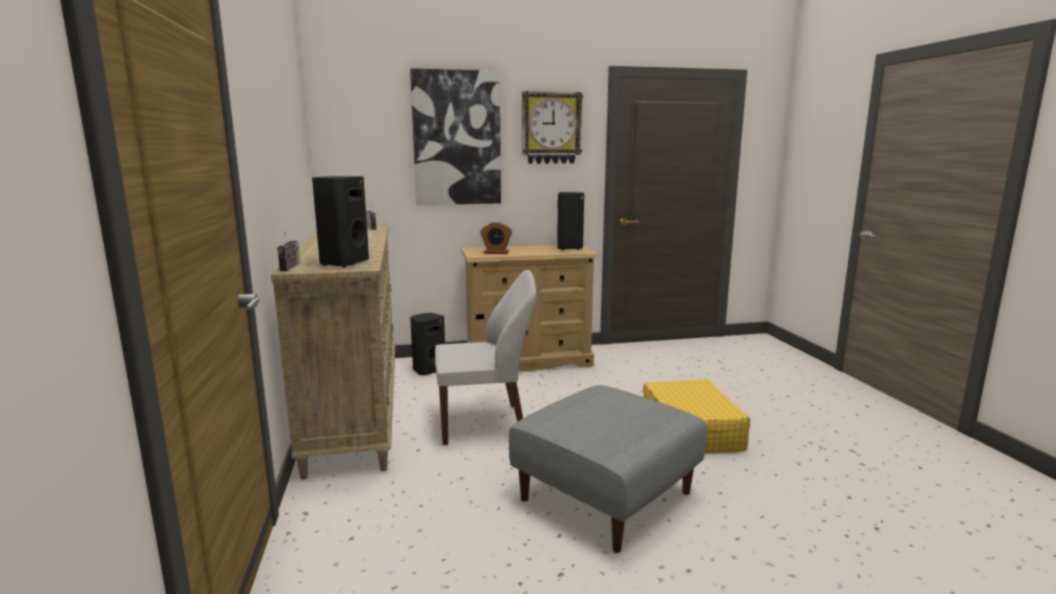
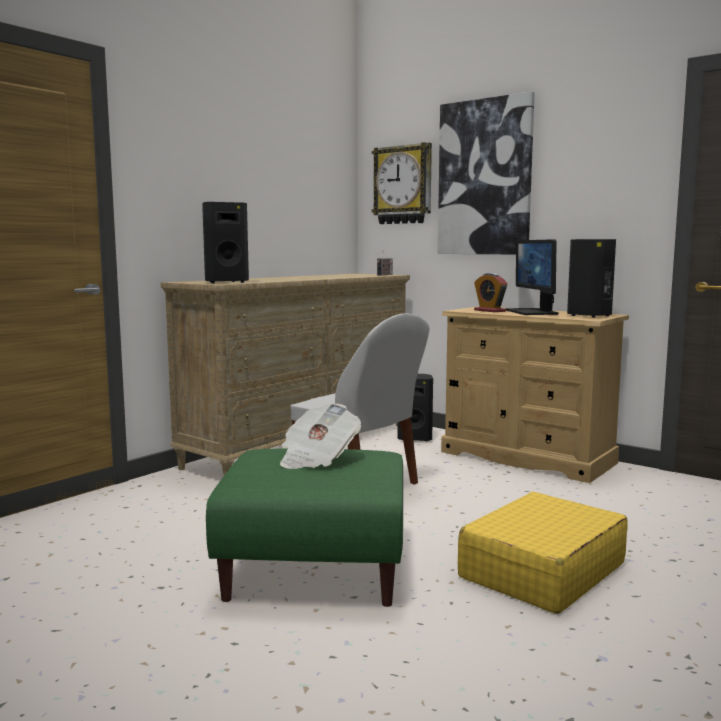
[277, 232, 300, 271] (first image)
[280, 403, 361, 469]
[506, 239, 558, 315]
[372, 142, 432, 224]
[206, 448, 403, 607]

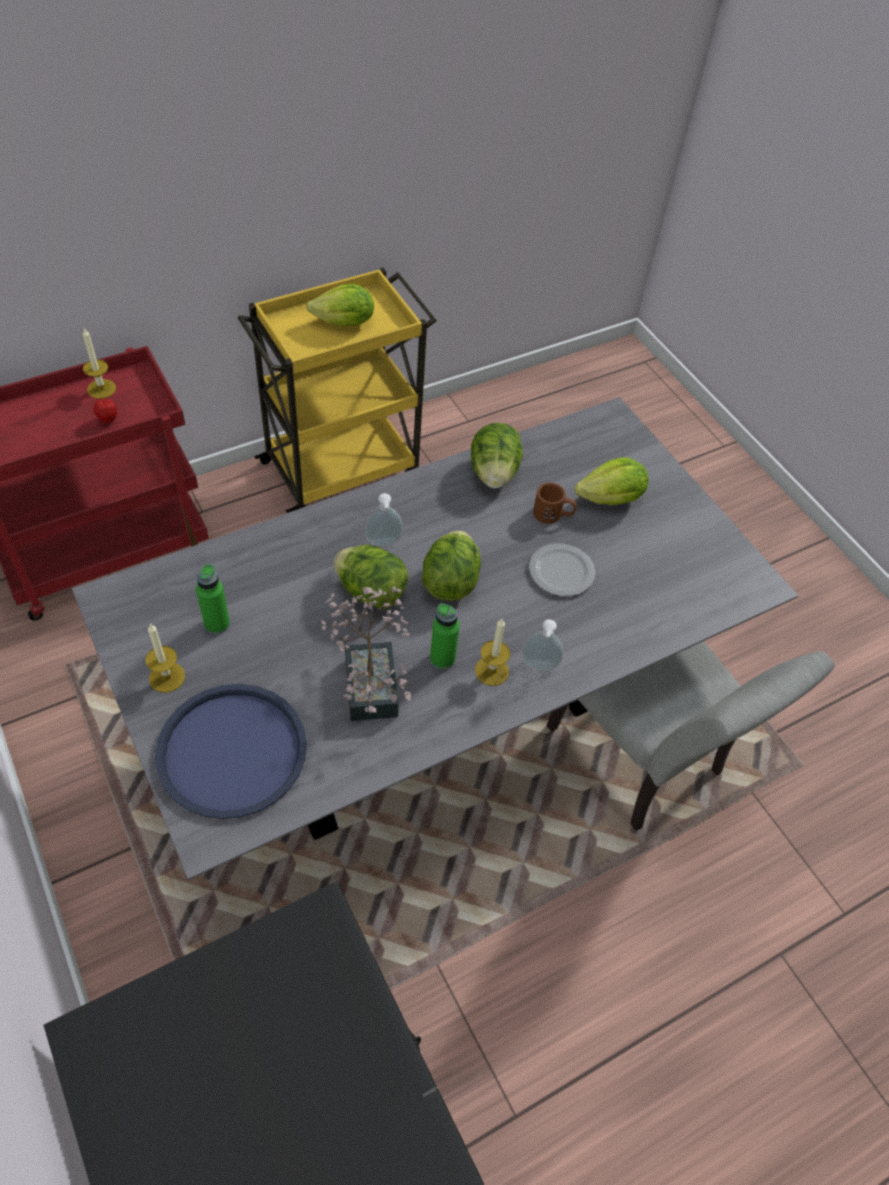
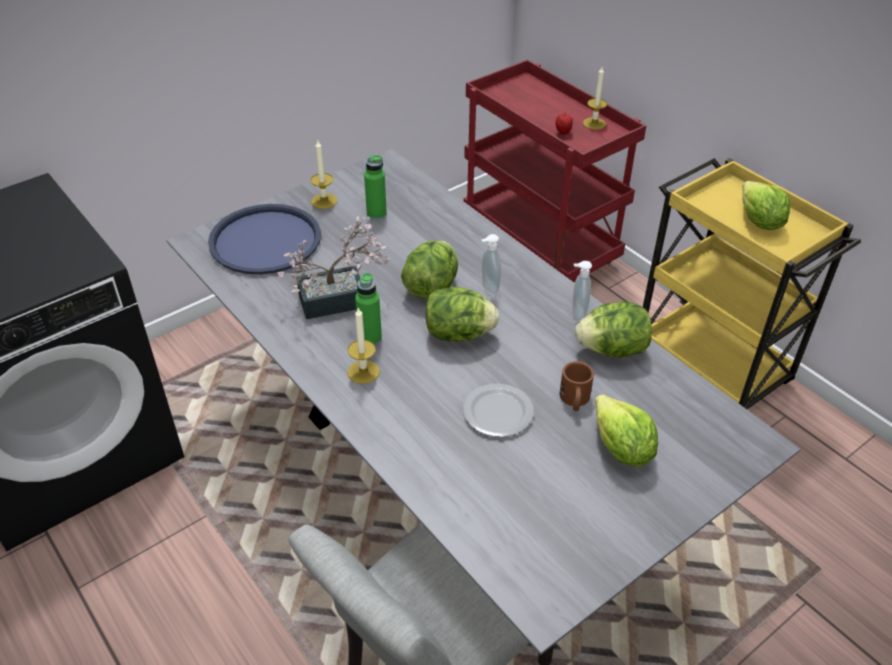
[573, 261, 592, 321]

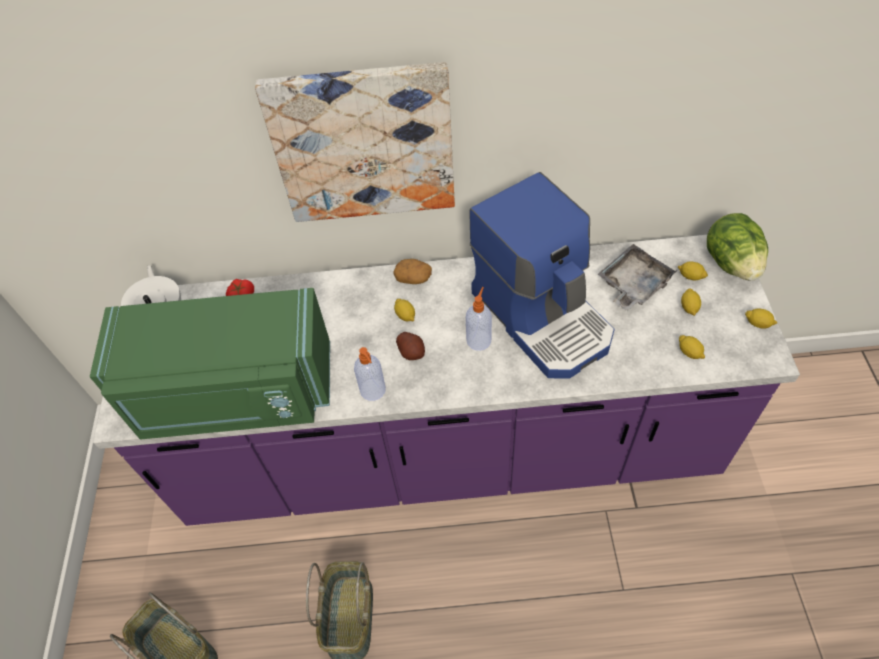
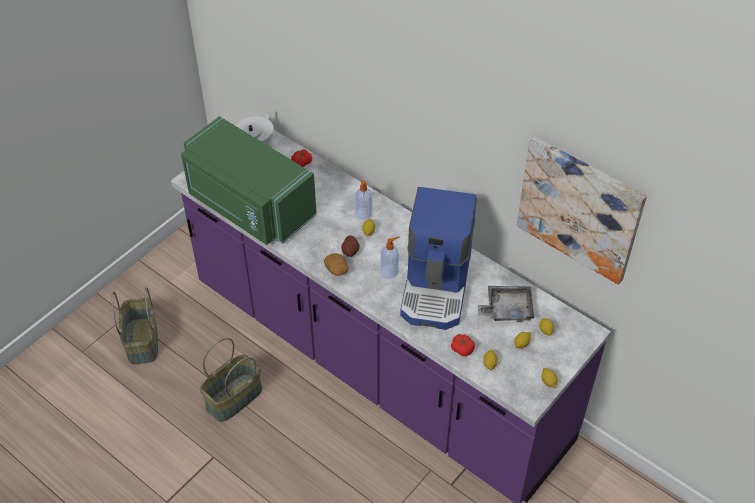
[707, 213, 768, 280] (first image)
[451, 334, 475, 356]
[517, 136, 647, 285]
[355, 180, 372, 220]
[324, 253, 349, 276]

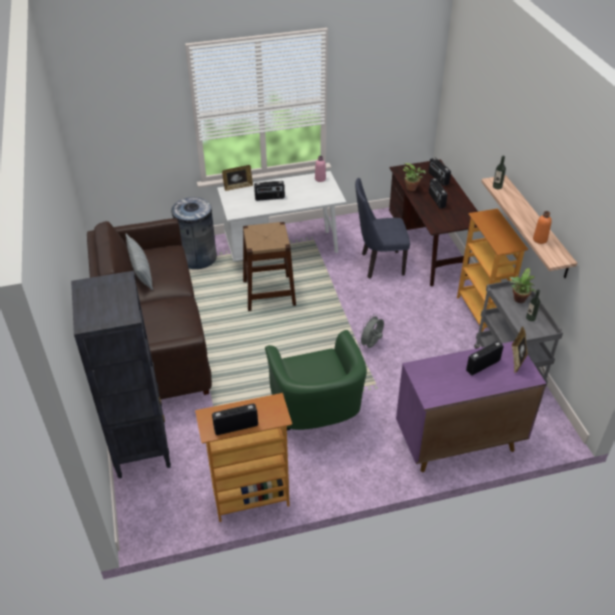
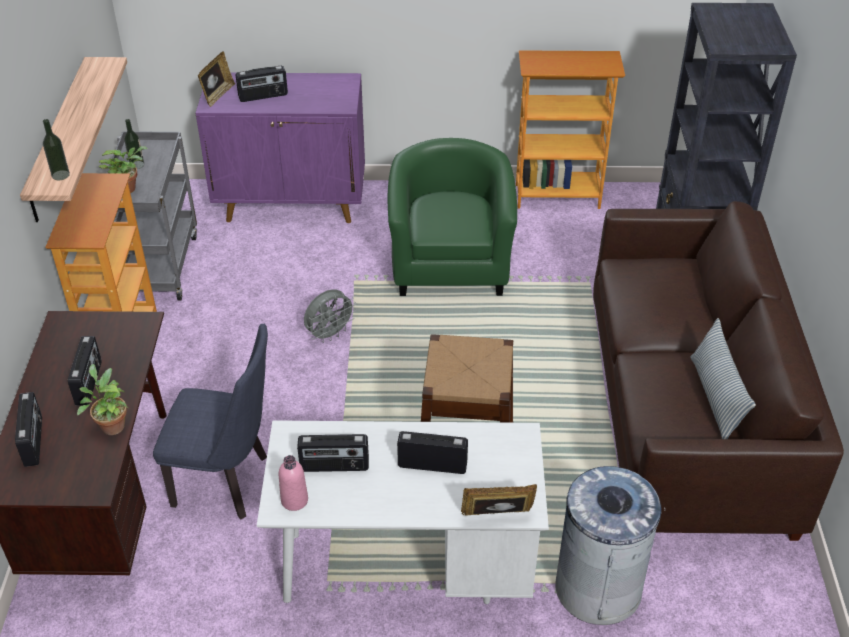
[533, 211, 552, 244] (first image)
[297, 434, 369, 472]

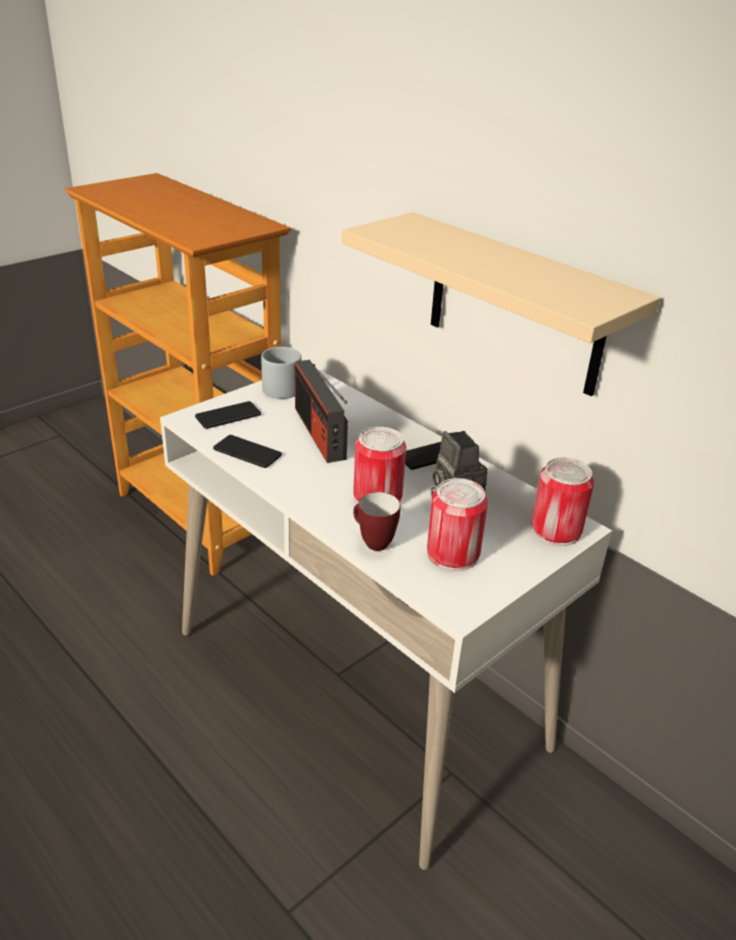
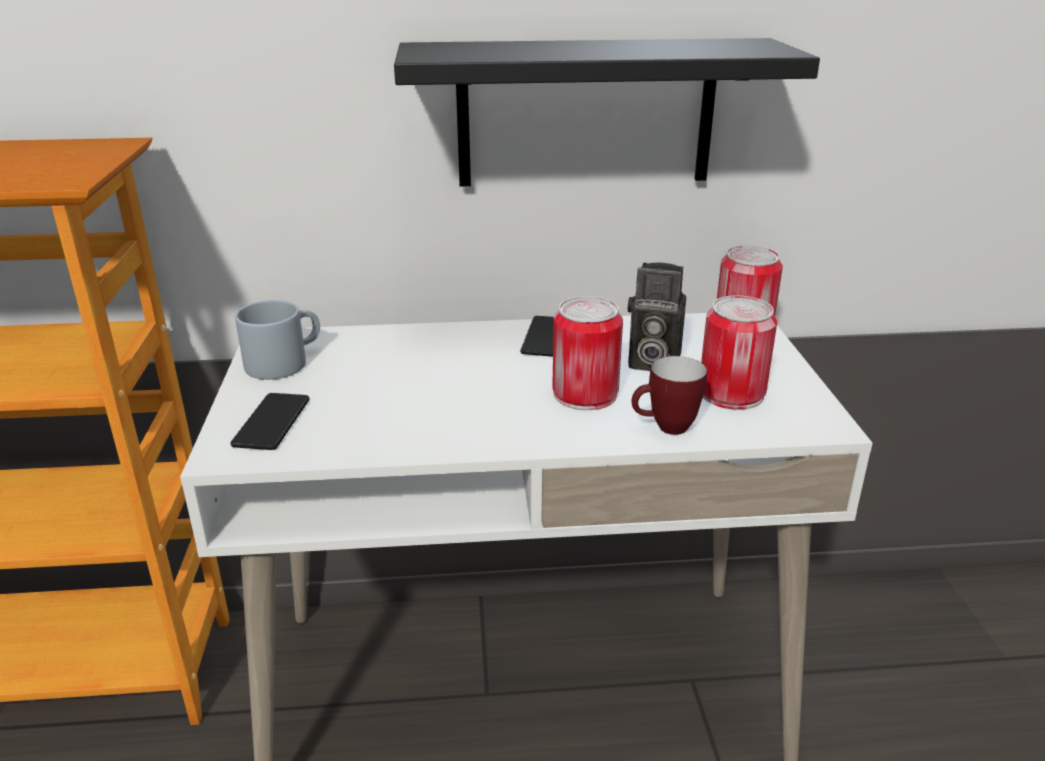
[213, 435, 282, 468] (first image)
[295, 360, 348, 463] (first image)
[394, 38, 820, 187]

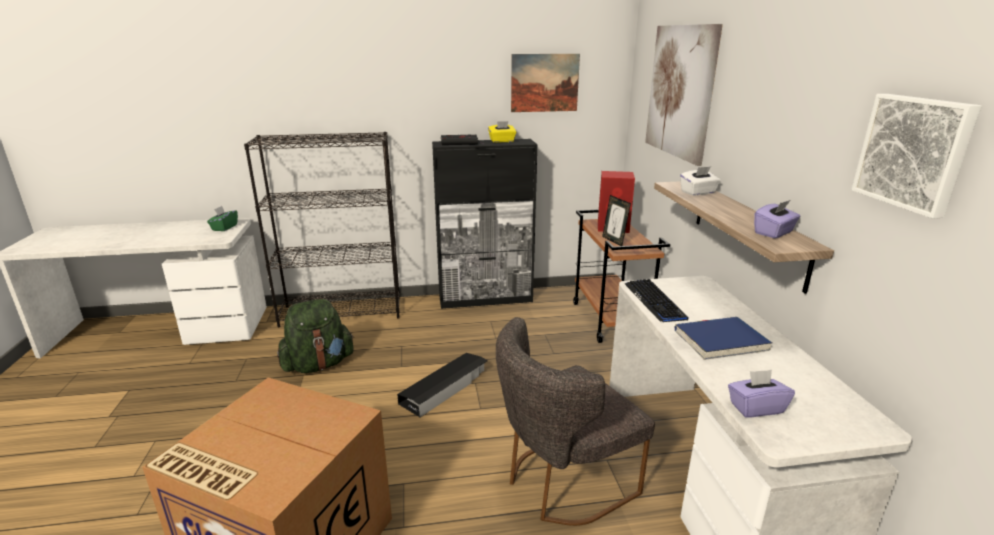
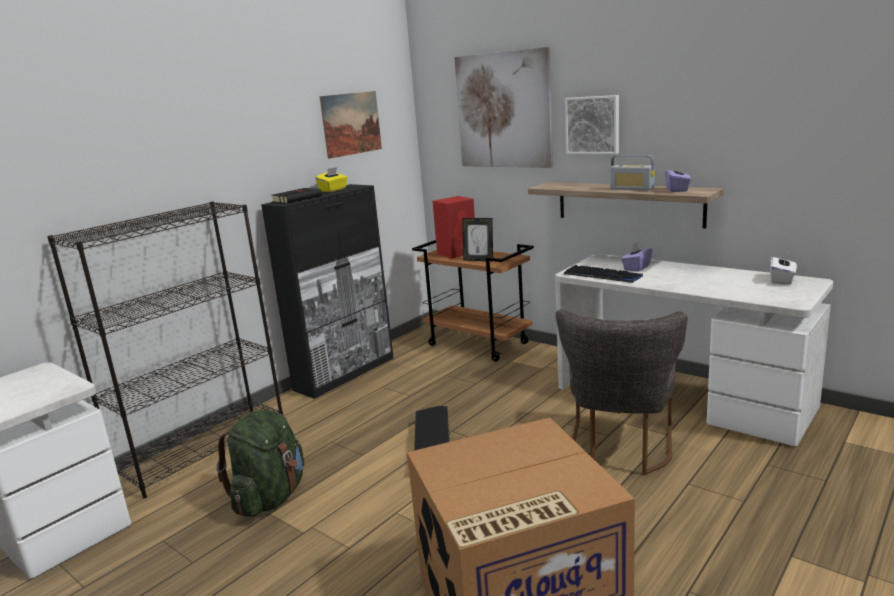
[207, 206, 238, 231] (first image)
[675, 317, 772, 360] (first image)
[610, 155, 655, 191]
[770, 253, 797, 284]
[621, 242, 652, 272]
[565, 95, 619, 154]

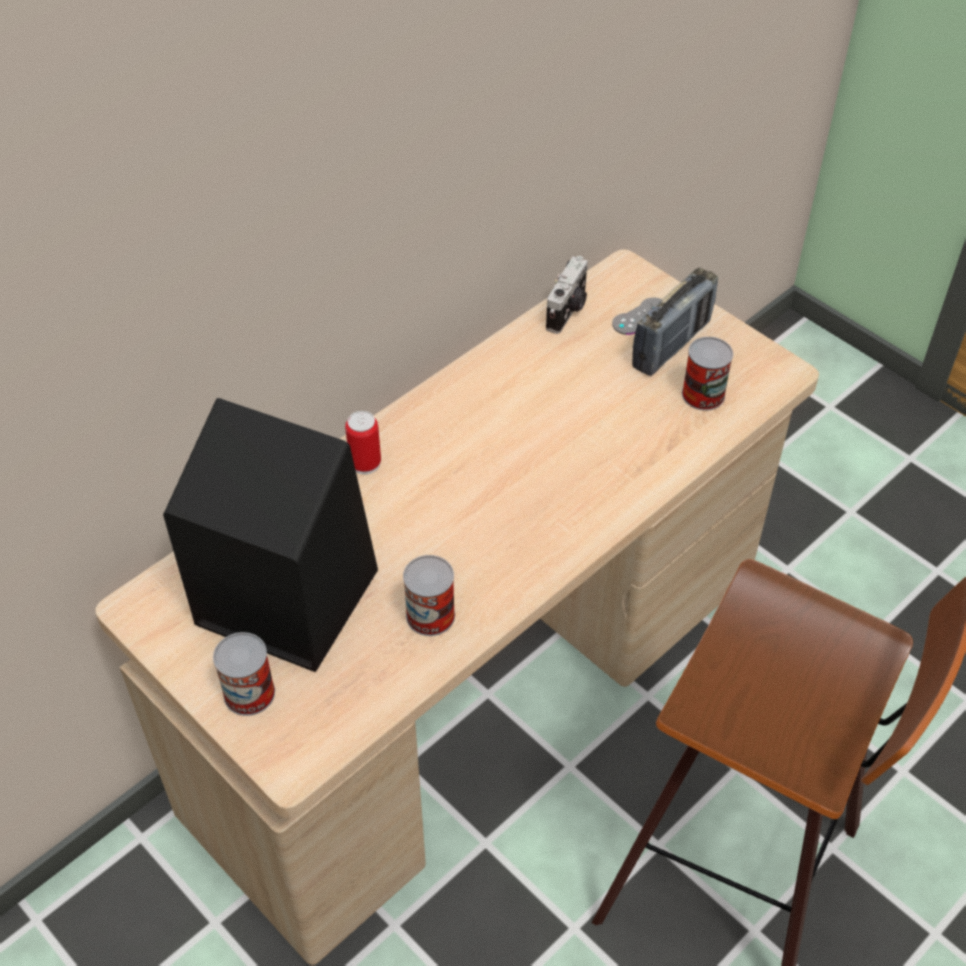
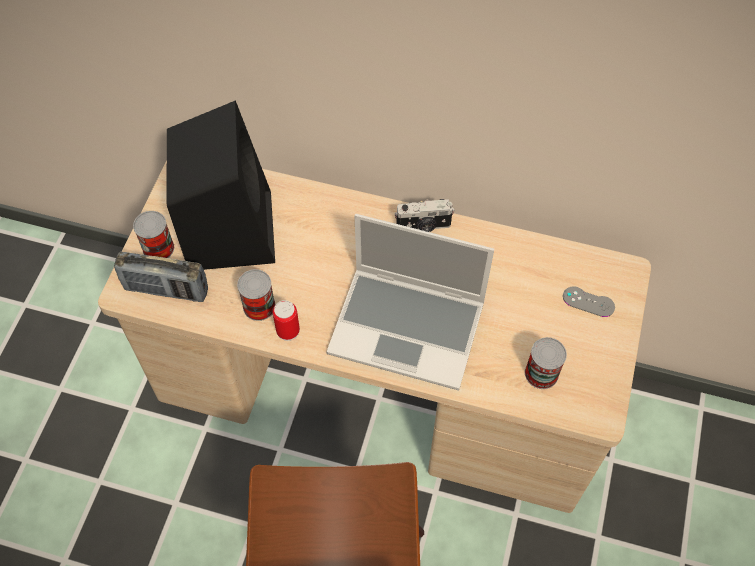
[327, 214, 494, 390]
[273, 300, 300, 341]
[395, 199, 455, 232]
[114, 252, 208, 302]

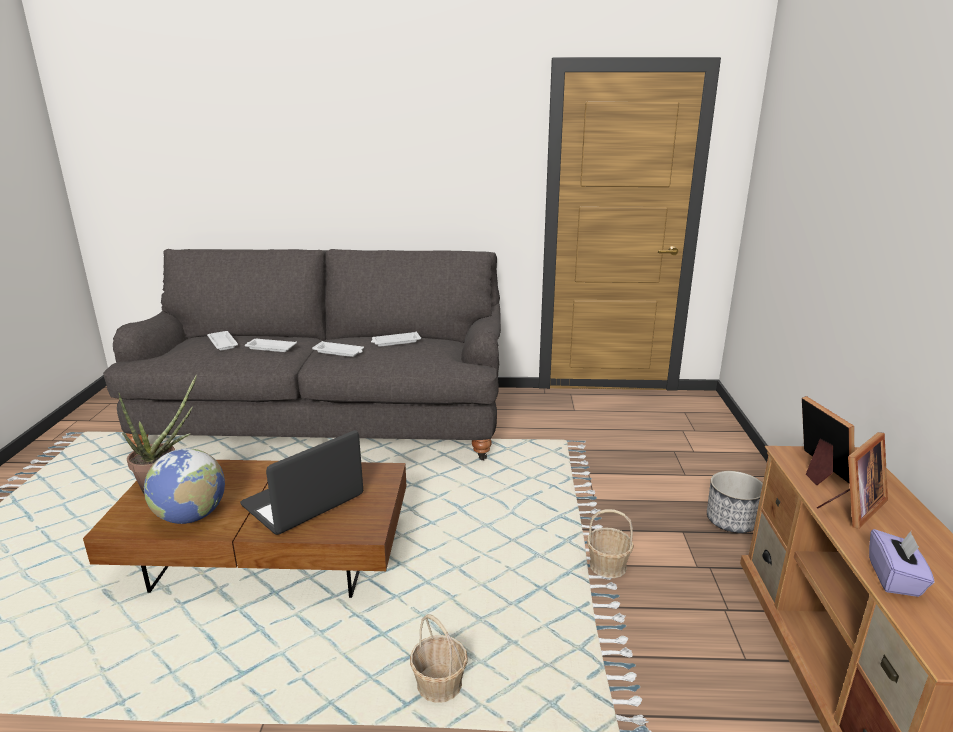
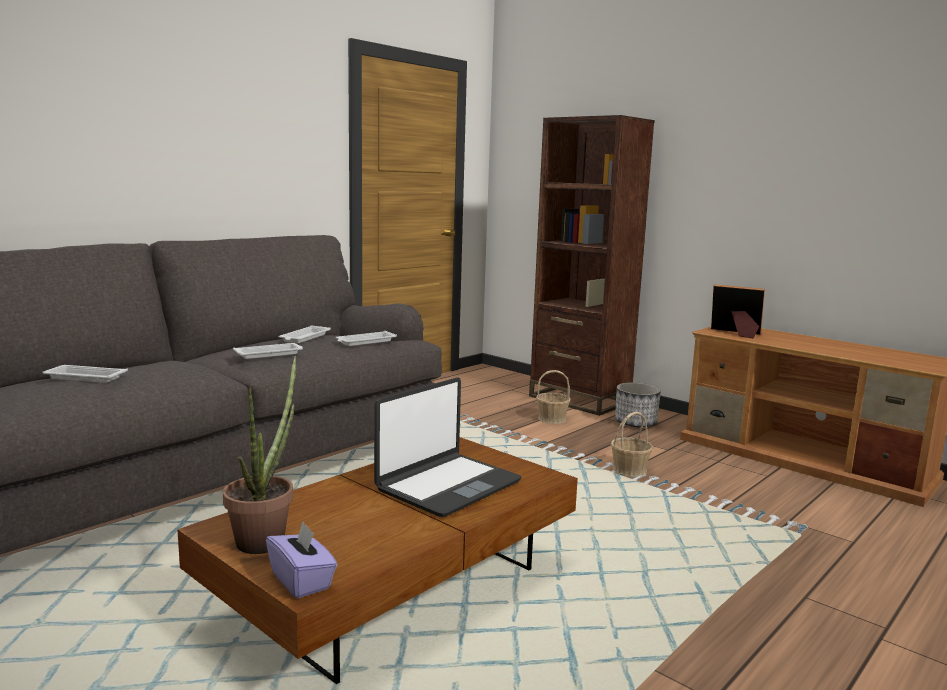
[144, 448, 225, 524] (first image)
[817, 432, 888, 529] (first image)
[529, 115, 655, 416]
[336, 331, 397, 346]
[536, 370, 571, 424]
[266, 522, 337, 599]
[374, 377, 521, 517]

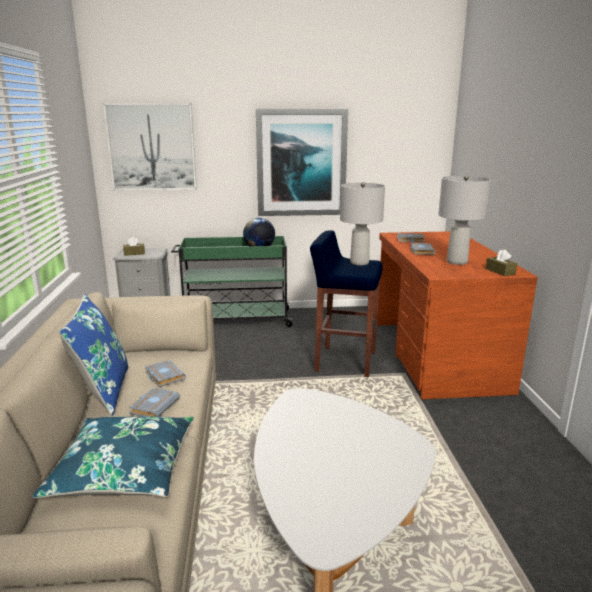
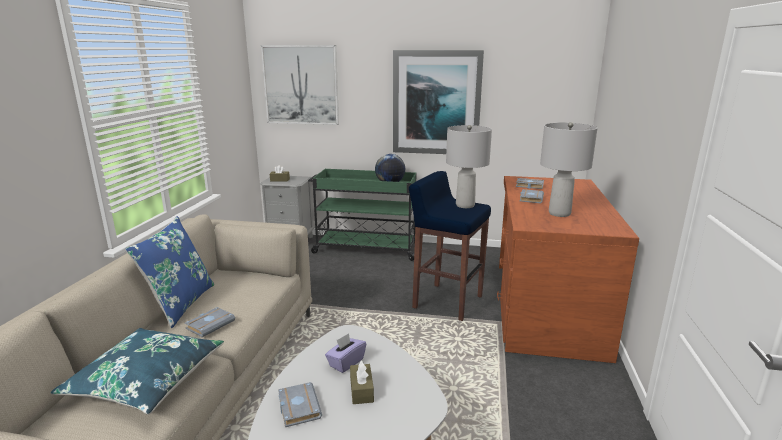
[325, 333, 366, 373]
[278, 382, 322, 427]
[350, 360, 374, 404]

